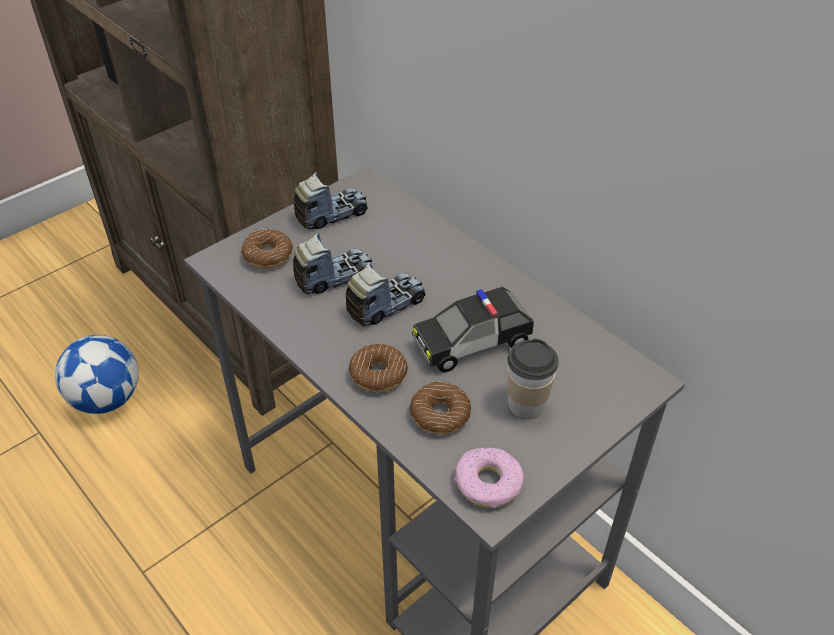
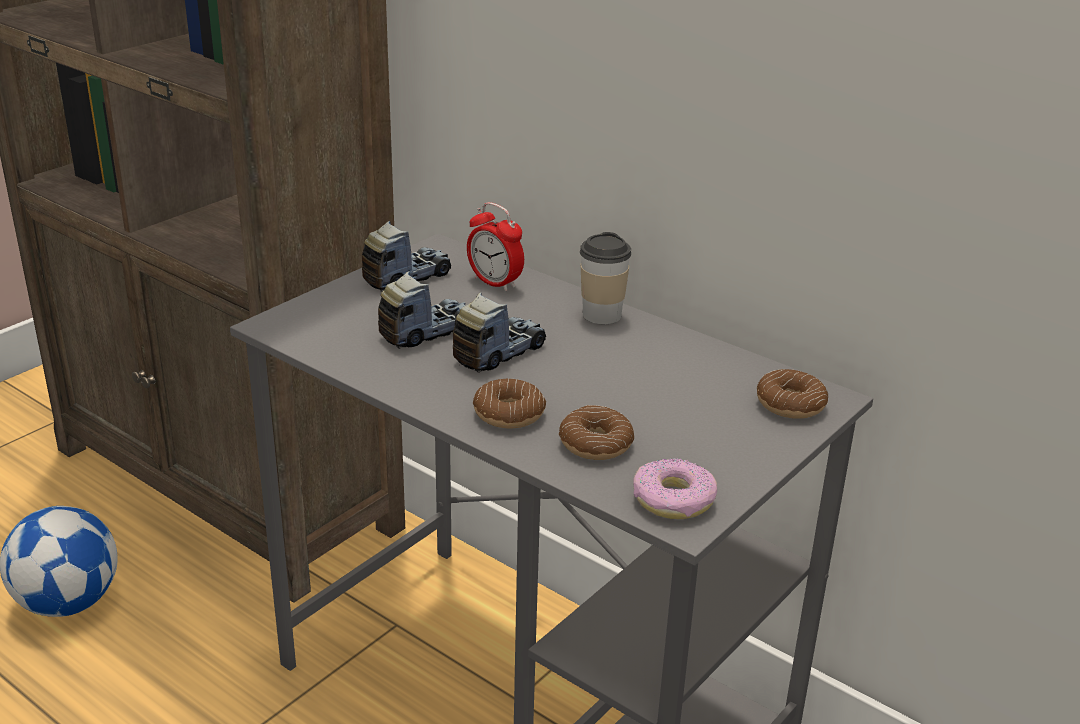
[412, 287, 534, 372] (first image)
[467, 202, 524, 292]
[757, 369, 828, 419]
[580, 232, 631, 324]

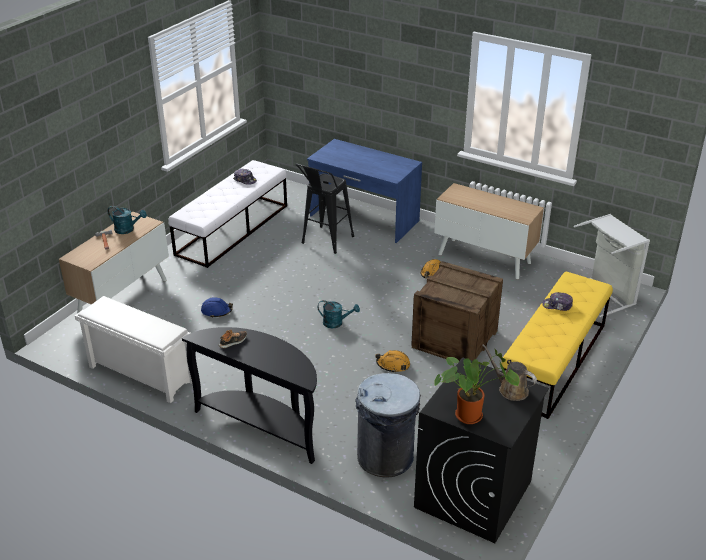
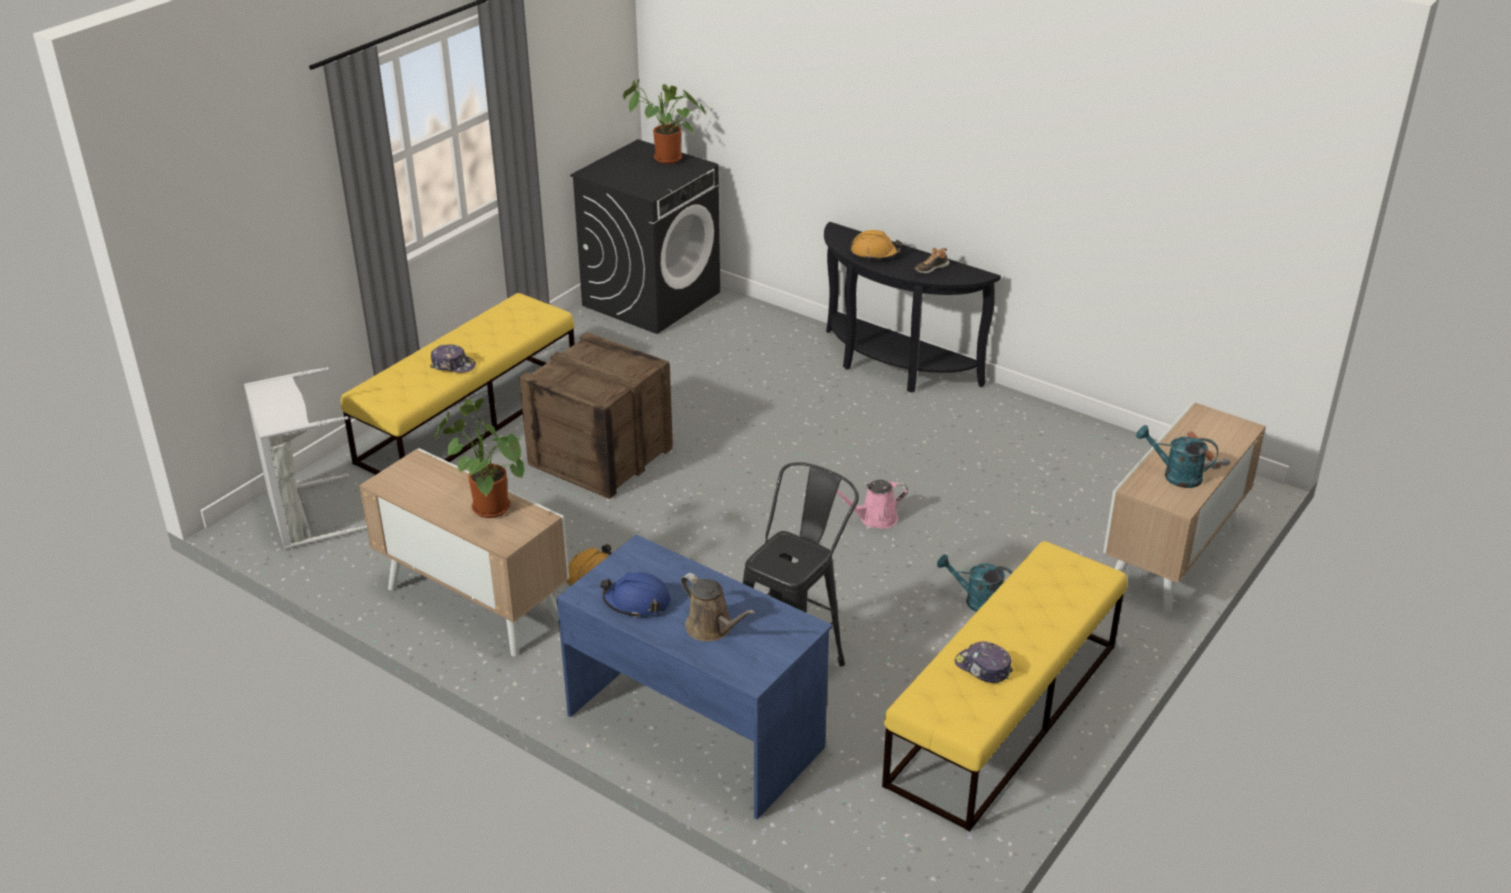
[75, 296, 192, 403] (first image)
[355, 373, 421, 478] (first image)
[433, 399, 525, 518]
[837, 480, 908, 529]
[600, 572, 671, 618]
[937, 554, 1013, 612]
[851, 230, 902, 260]
[681, 573, 755, 642]
[882, 541, 1128, 832]

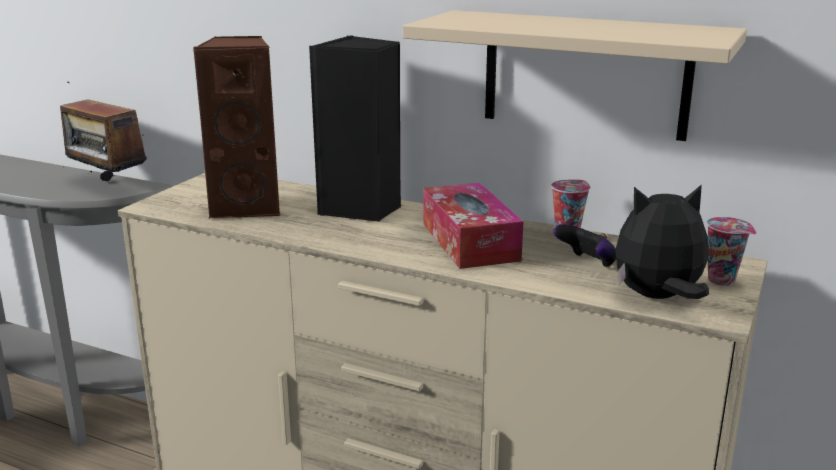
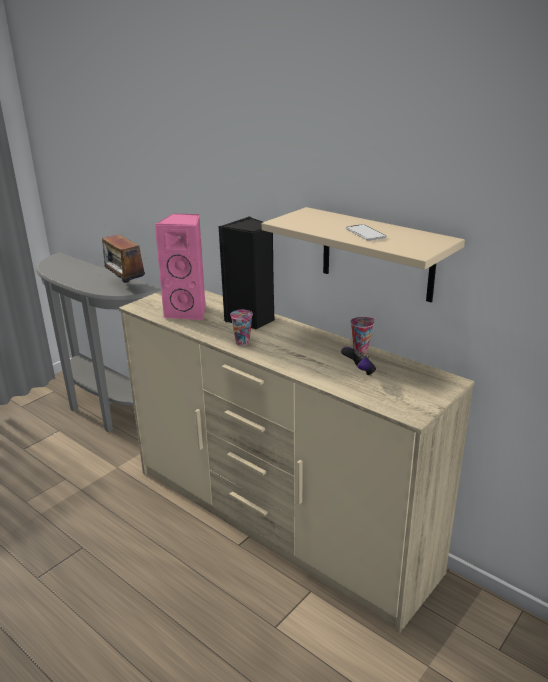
[423, 183, 524, 269] (first image)
[615, 184, 709, 299] (first image)
[346, 224, 387, 241]
[230, 310, 253, 346]
[154, 214, 206, 320]

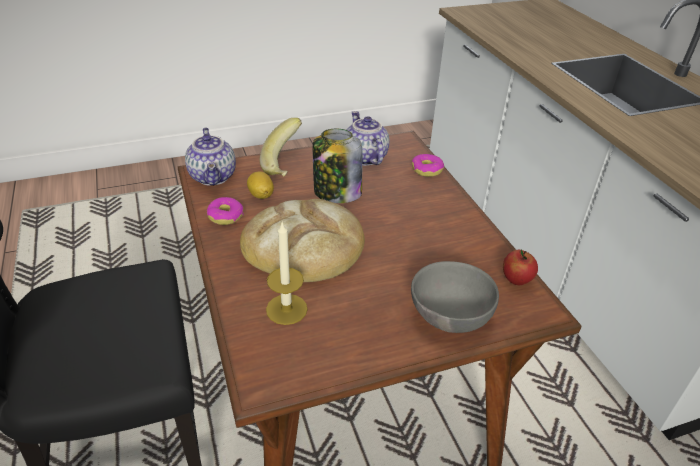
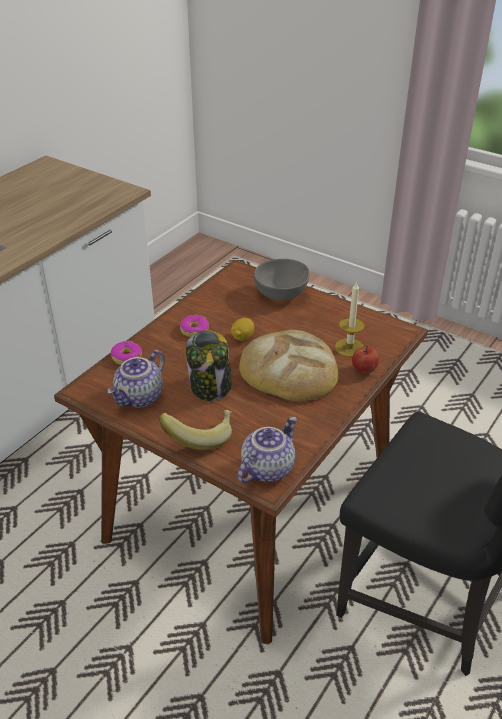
[180, 315, 209, 337]
[231, 318, 254, 341]
[352, 346, 379, 374]

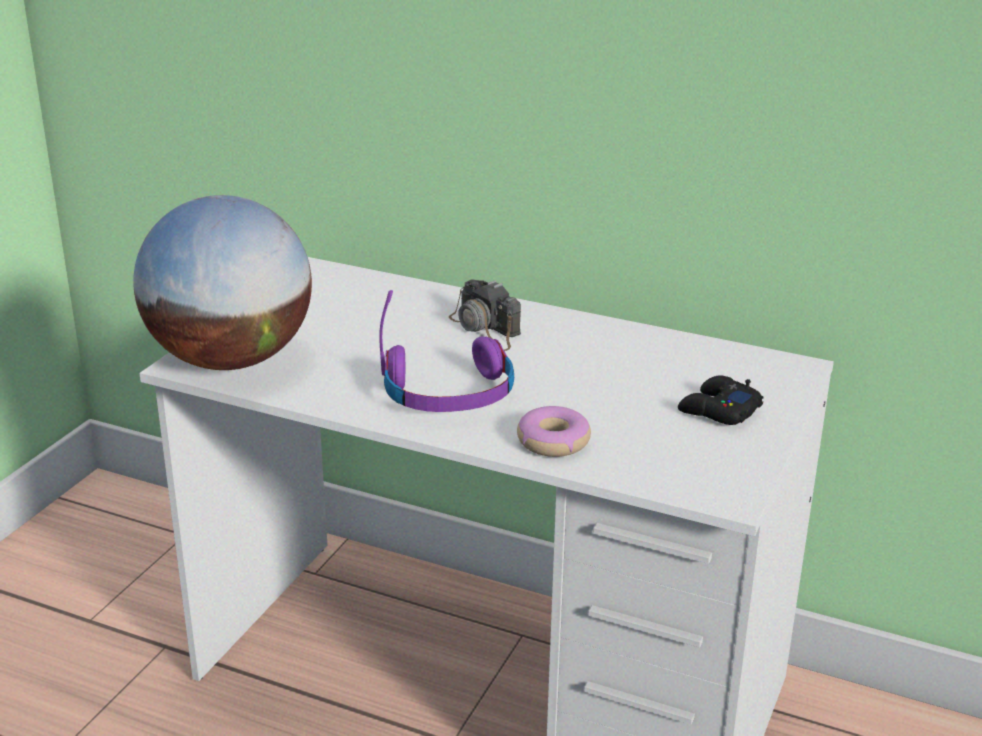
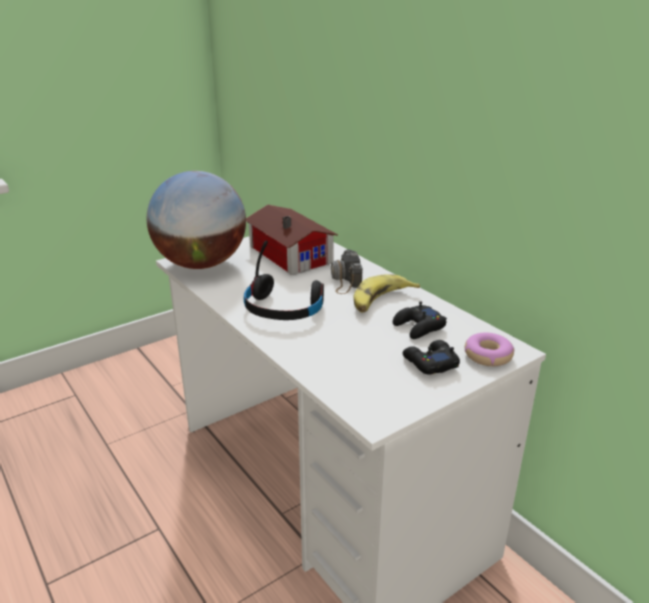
[246, 205, 338, 275]
[354, 274, 420, 312]
[393, 301, 447, 339]
[465, 333, 514, 366]
[244, 240, 324, 320]

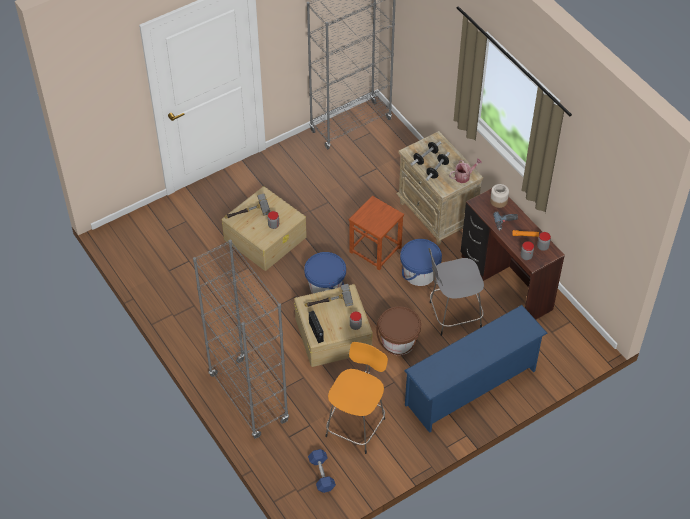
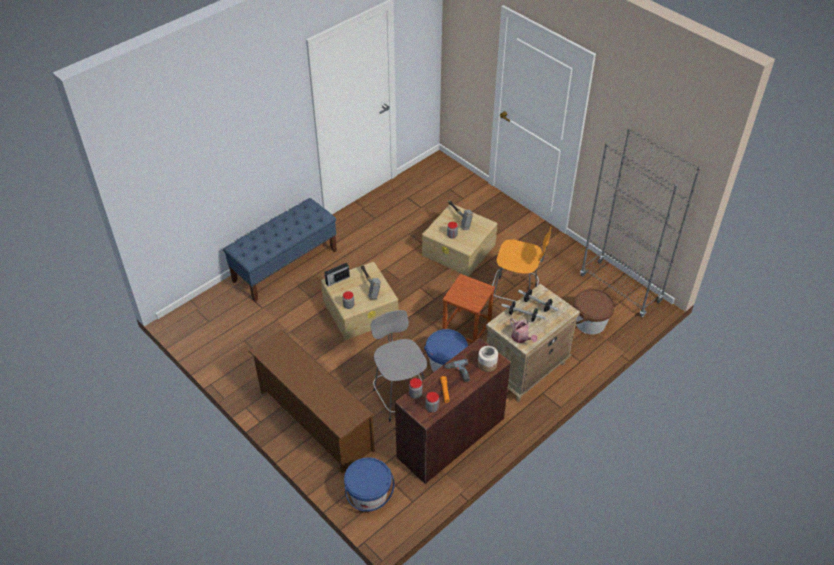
[308, 449, 336, 493] (first image)
[344, 457, 394, 512]
[492, 227, 551, 302]
[574, 289, 615, 335]
[223, 198, 337, 302]
[249, 329, 375, 473]

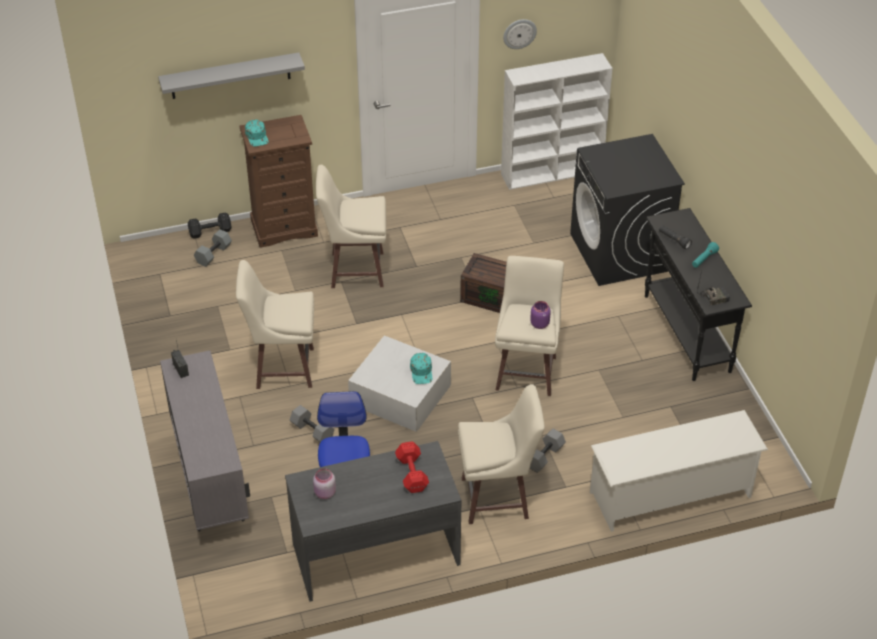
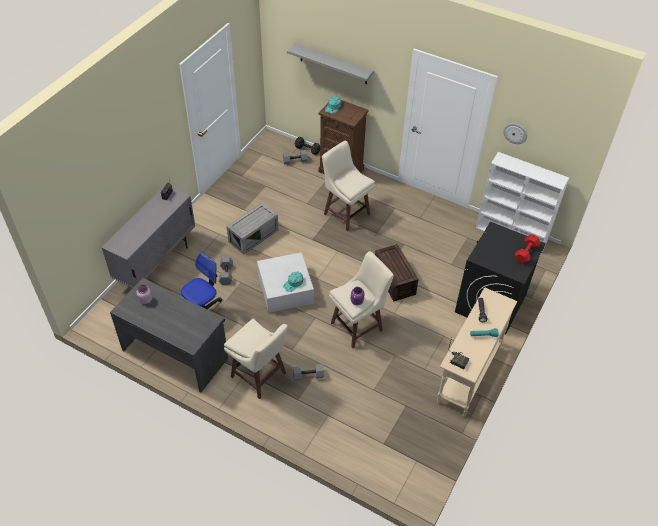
[590, 410, 768, 532] (first image)
[515, 234, 541, 264]
[227, 203, 278, 254]
[437, 287, 517, 416]

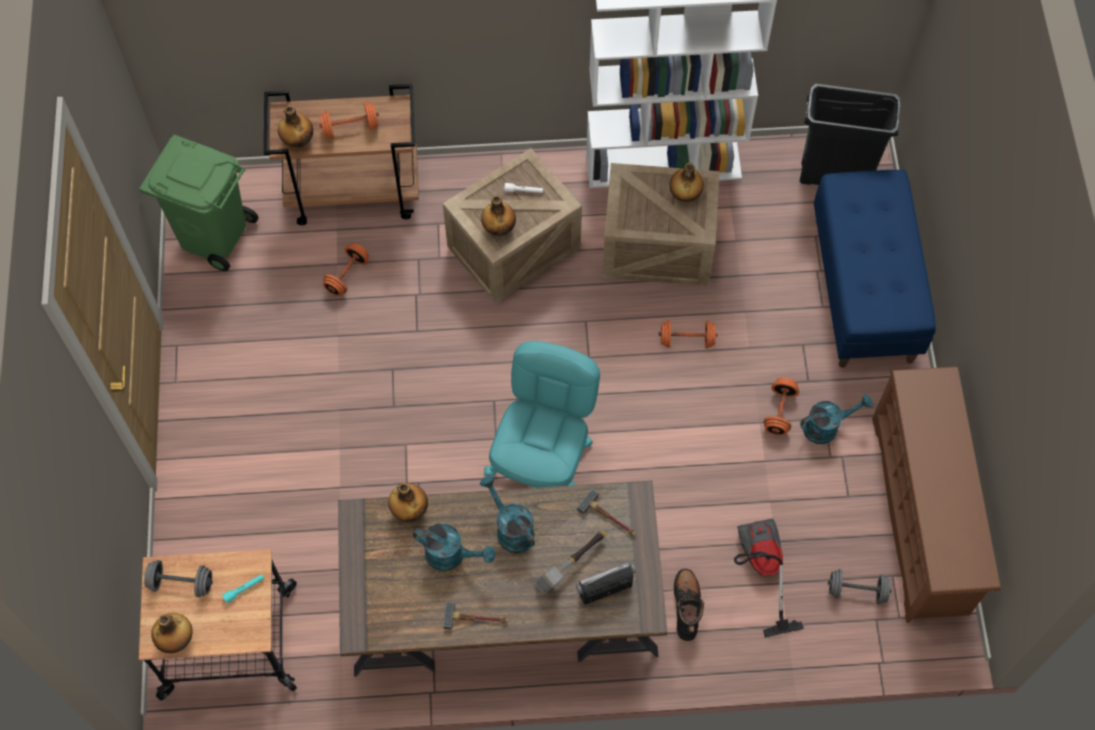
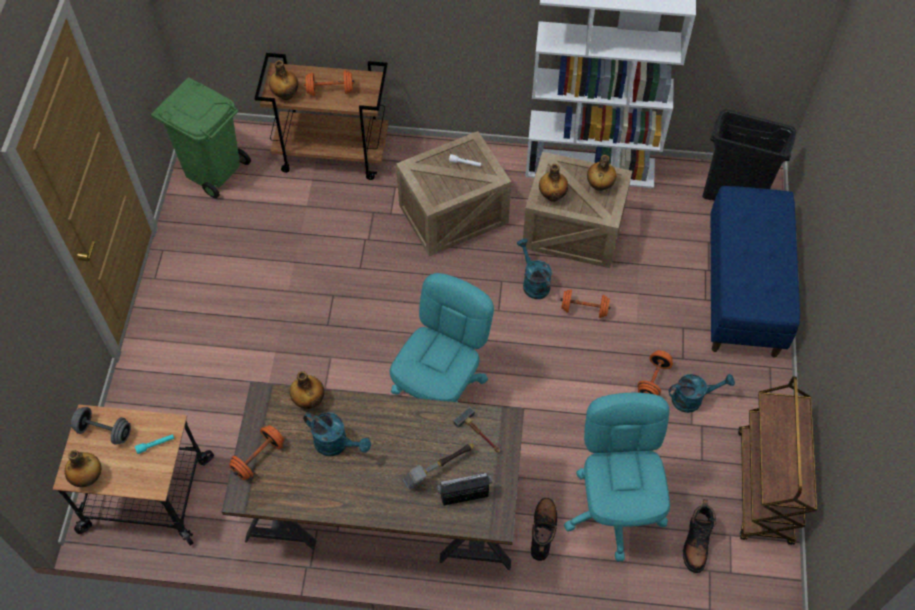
[443, 601, 509, 629] (first image)
[229, 425, 284, 480]
[517, 239, 552, 299]
[539, 164, 568, 202]
[564, 393, 670, 561]
[683, 500, 716, 573]
[738, 376, 817, 545]

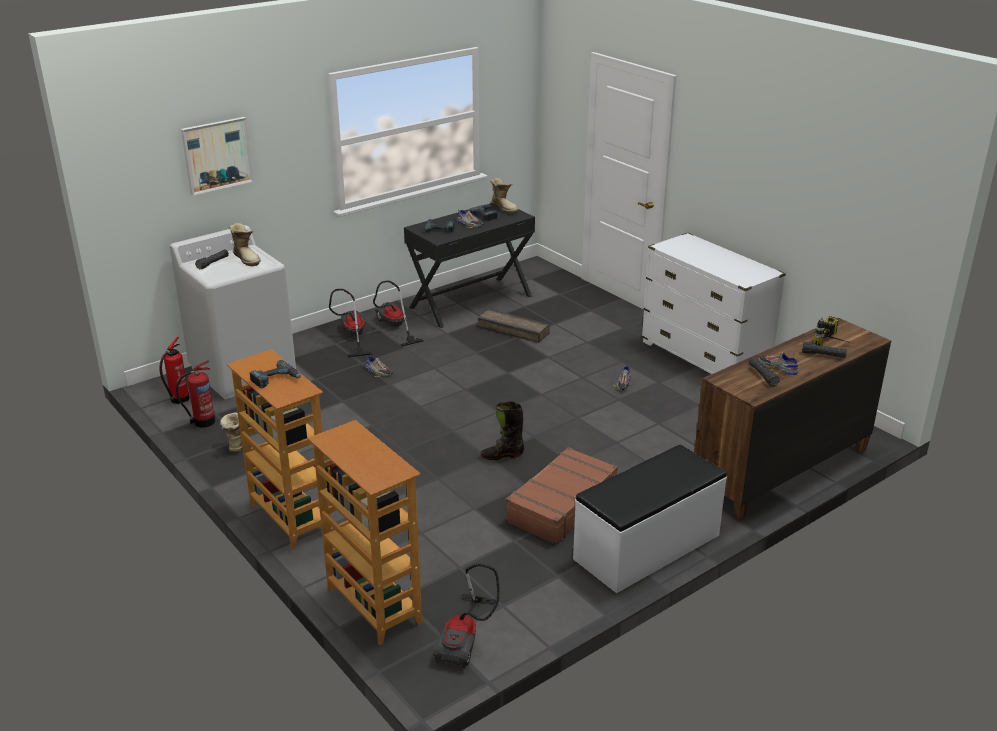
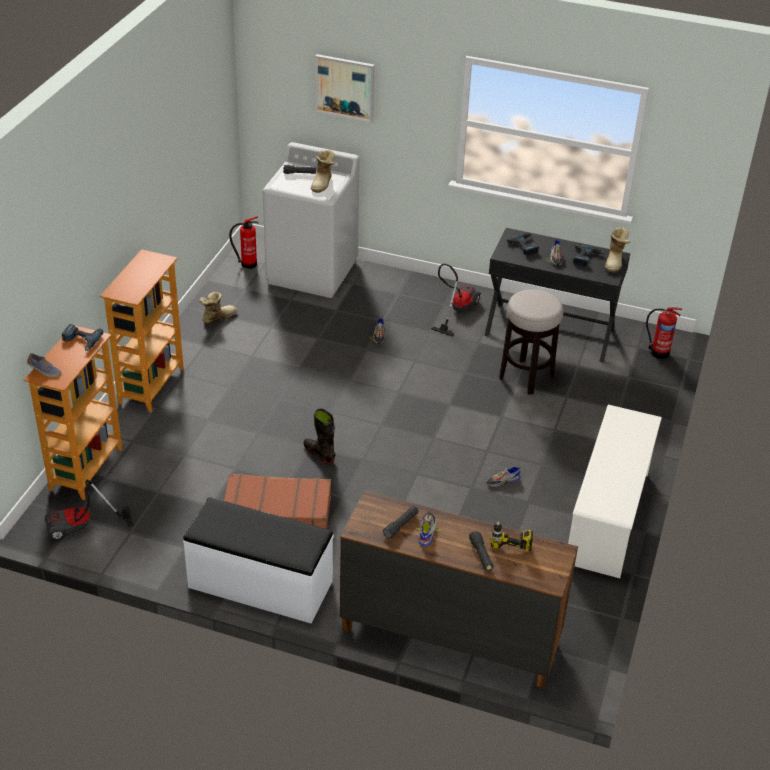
[329, 289, 373, 357] (first image)
[27, 353, 61, 377]
[646, 307, 682, 359]
[61, 324, 103, 351]
[499, 289, 563, 395]
[568, 405, 662, 578]

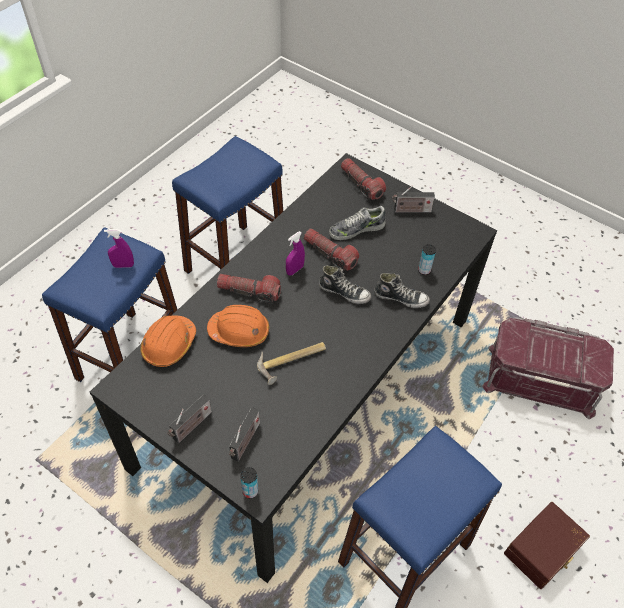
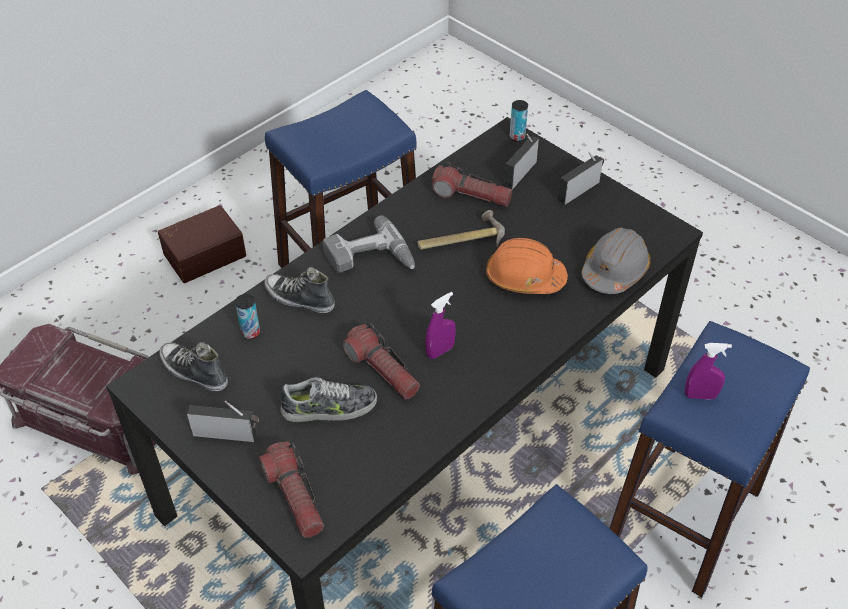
[323, 215, 415, 273]
[432, 162, 512, 207]
[159, 342, 228, 391]
[581, 228, 651, 294]

